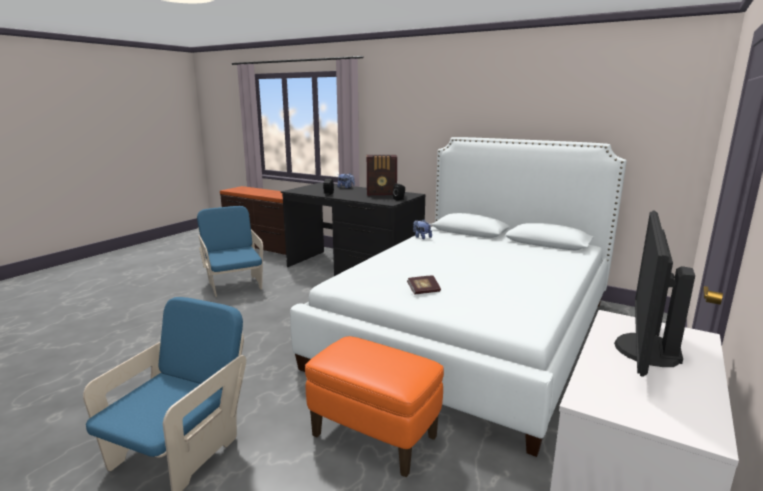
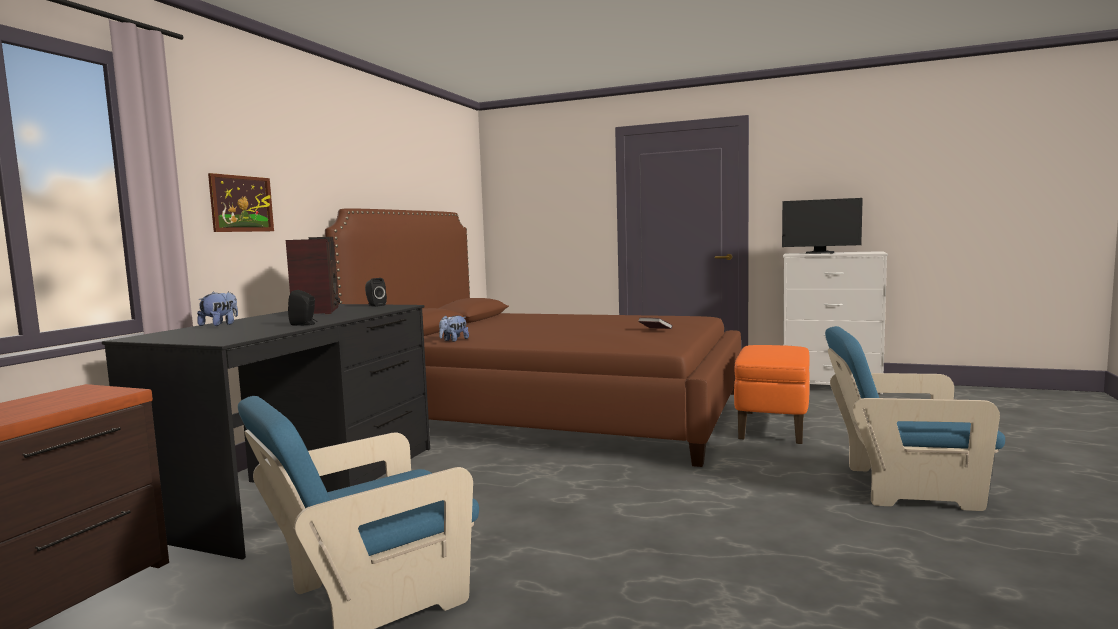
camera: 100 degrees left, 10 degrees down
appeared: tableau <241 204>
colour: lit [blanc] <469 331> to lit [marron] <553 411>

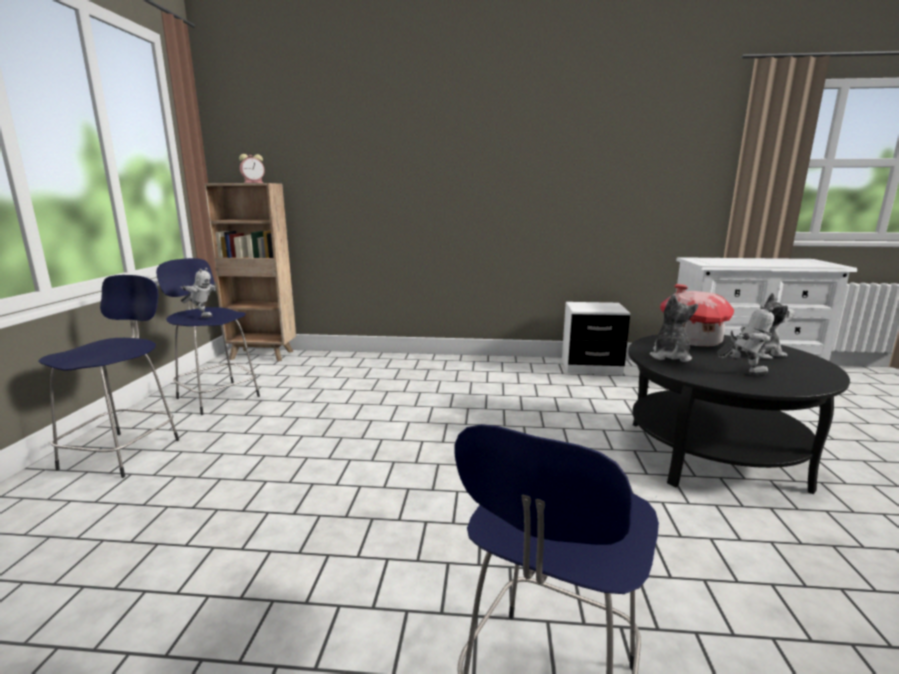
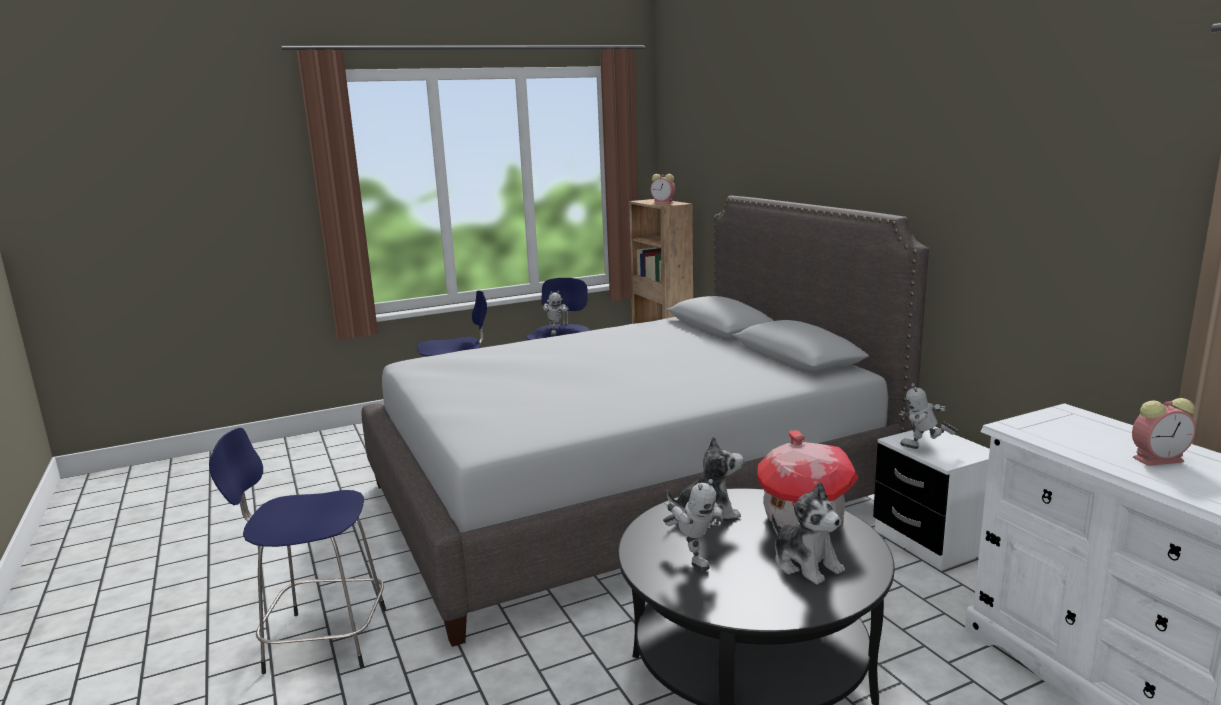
camera: 60 degrees right, 0 degrees up
appeared: lit [gris] <626 496>; robot jouet <923 449>; réveil <1159 459>

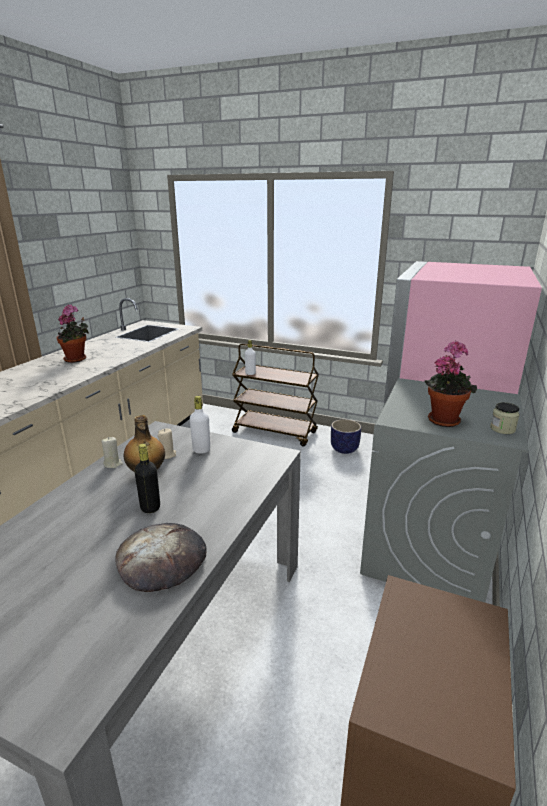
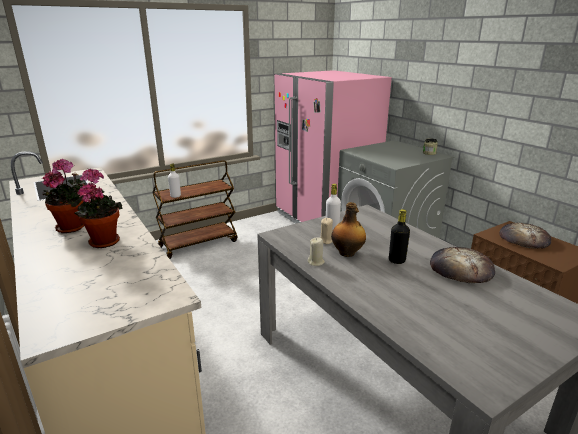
camera: 55 degrees left, 0 degrees up
missing: cache-pot <345 449>
appeared: pain <524 238>
relocated: plante en pot <443 419> to <104 241>

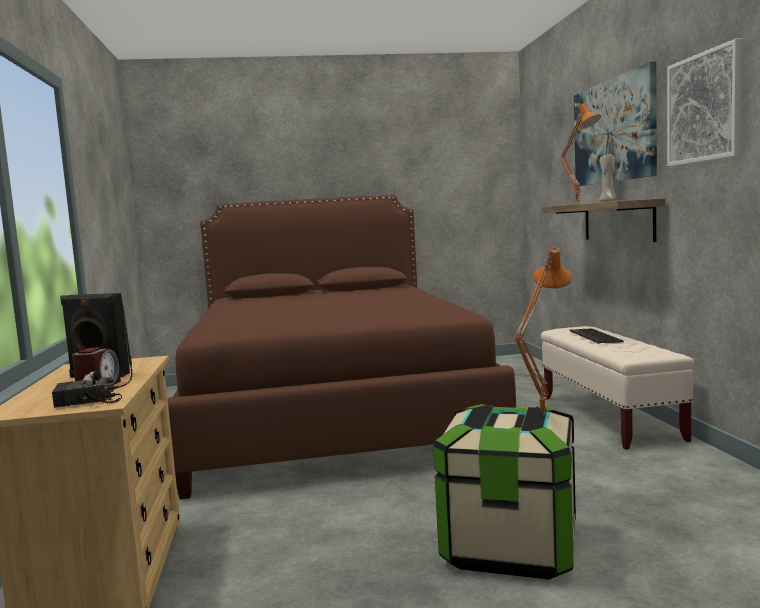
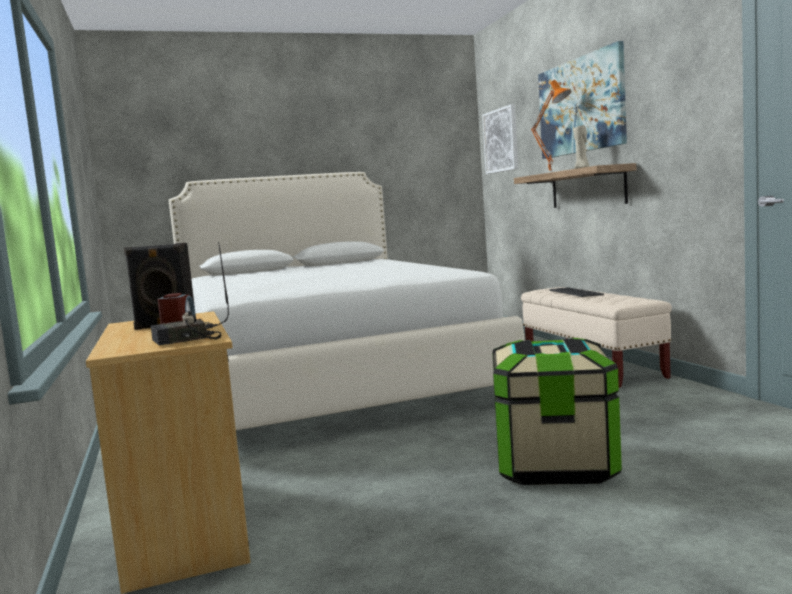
camera: 10 degrees left, 0 degrees up
missing: lampe de table [orange] <540 414>
relocated: tableau <705 107> to <501 140>
colour: lit [marron] <332 412> to lit [blanc] <327 381>

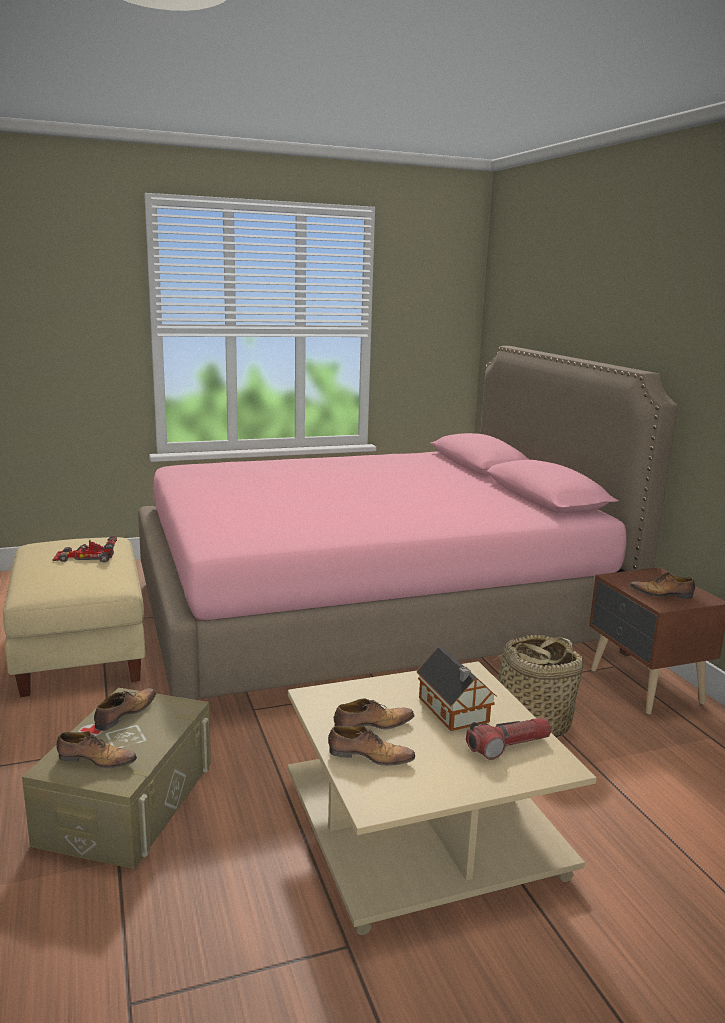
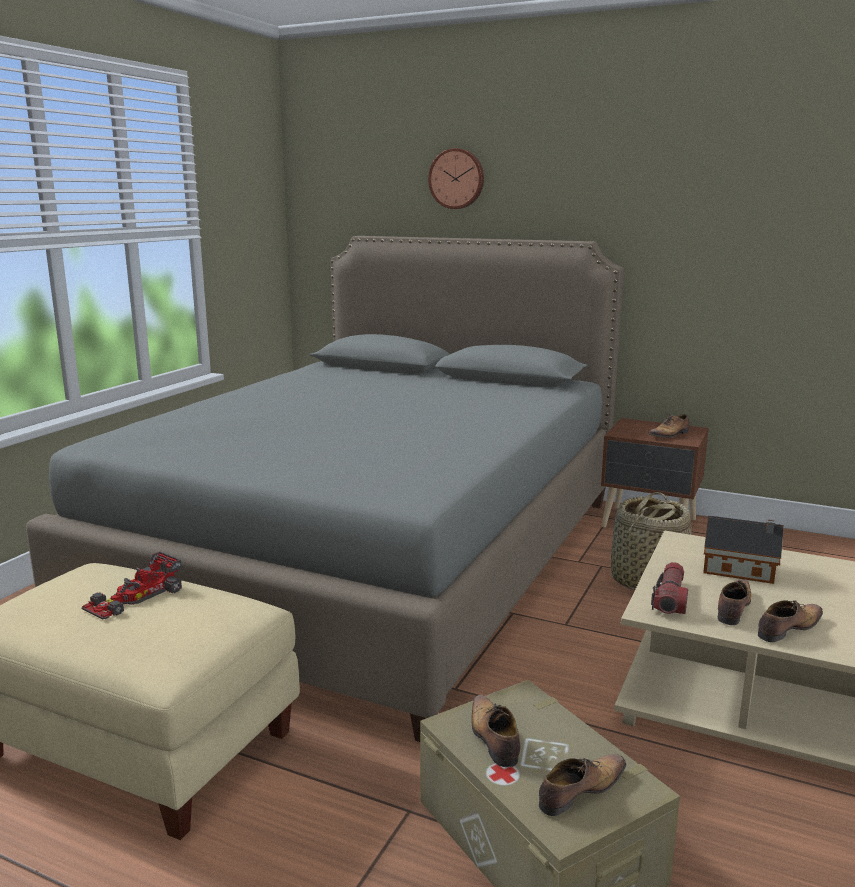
camera: 45 degrees left, 0 degrees up
appeared: horloge murale <457 179>
relocated: lampe de poche <508 746> to <670 598>
colour: lit [rose] <370 615> to lit [gris] <373 557>

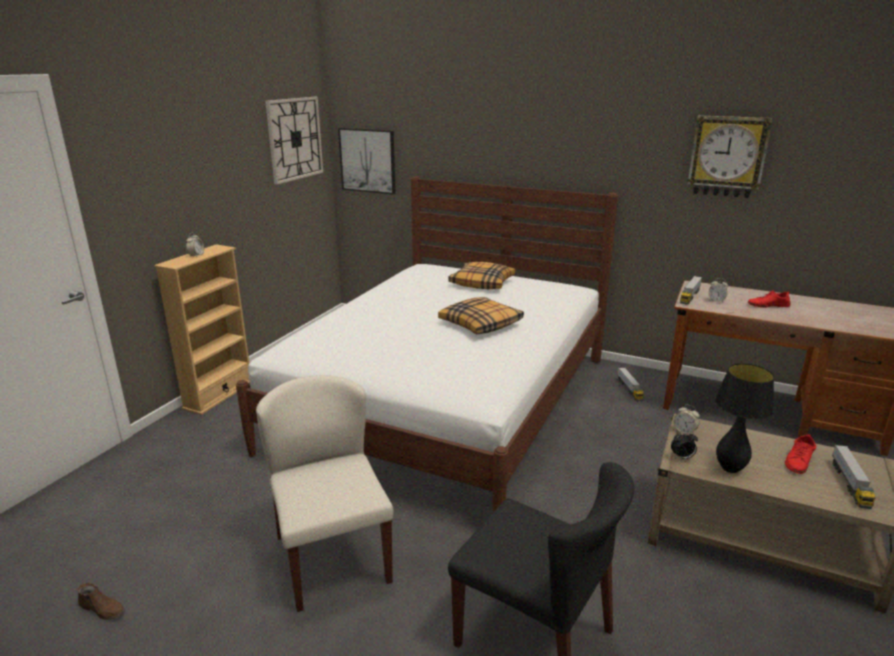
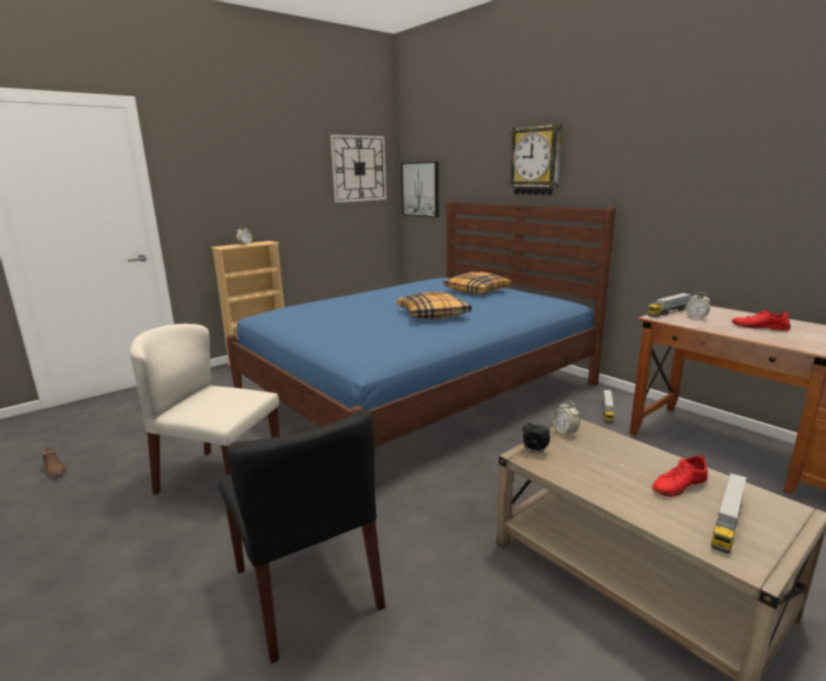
camera: 25 degrees right, 5 degrees down
missing: lampe de table [noir] <730 469>
relocated: horloge murale <727 156> to <536 161>
colour: lit [blanc] <447 402> to lit [bleu] <420 392>
spun: chaise [beige] <331 557> = <219 478> 75 degrees counterclockwise

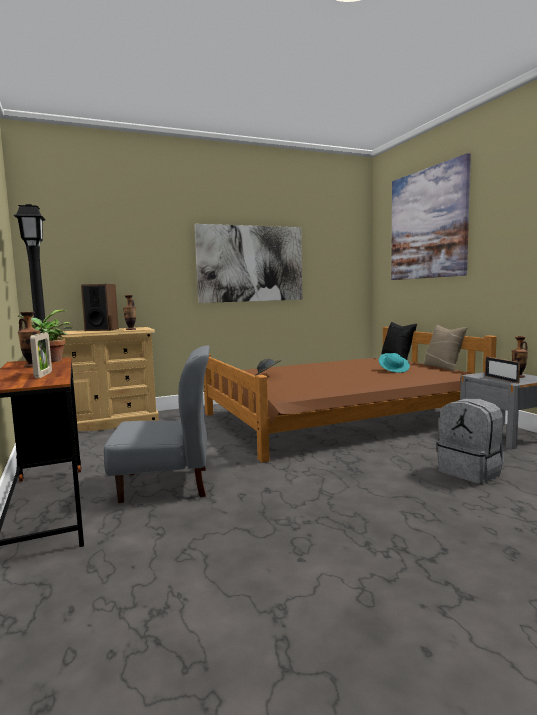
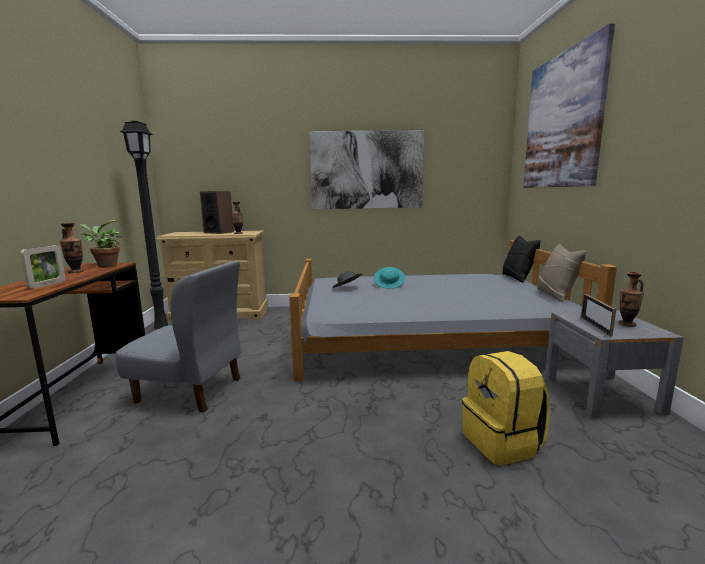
camera: 20 degrees right, 5 degrees up
relocated: chapeau [turquoise] <394 370> to <389 285>
colour: lit [marron] <339 418> to lit [gris] <425 338>; sac à dos [gris] <471 472> to sac à dos [jaune] <502 443>

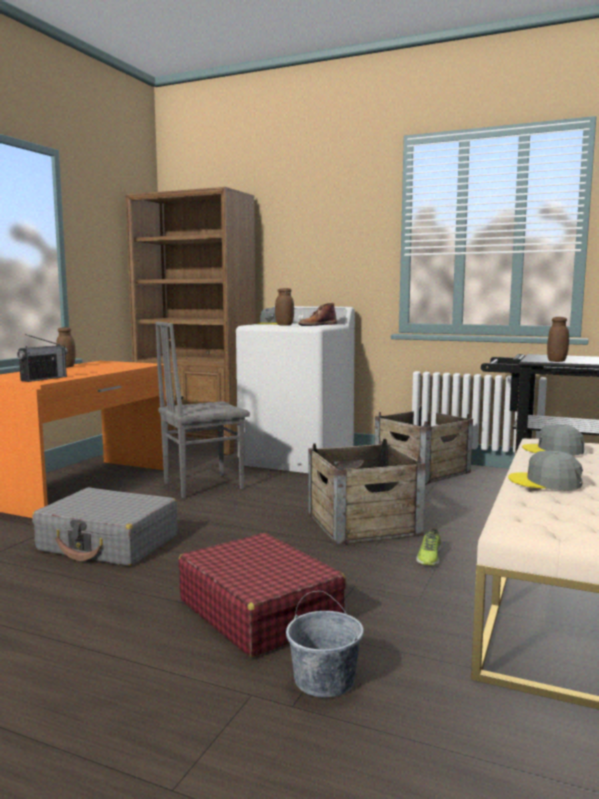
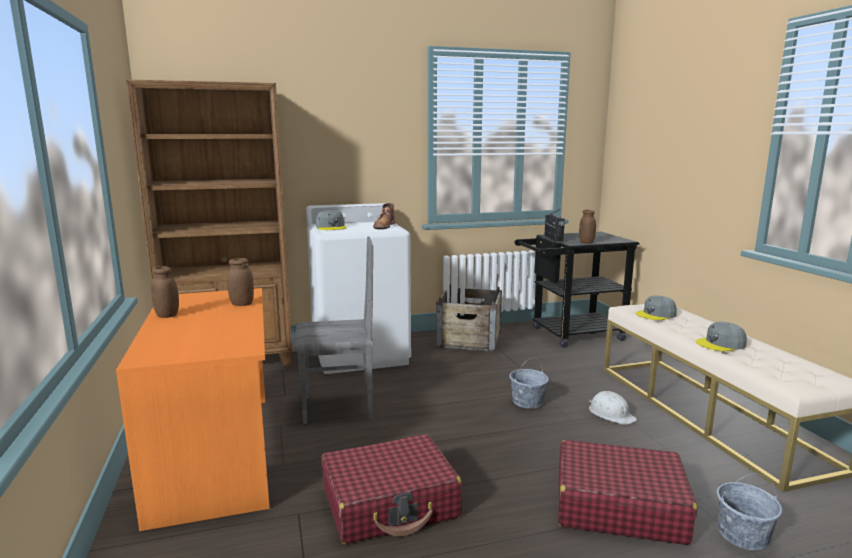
camera: 40 degrees left, 5 degrees up
relocated: bocal [marron] <284 325> to <242 304>; radio <44 379> to <553 238>
exchanged: caisse <363 524> to seau [gris] <528 402>; chaussure <429 557> to casque de chantier [blanc] <611 414>
colour: valise [gris] <109 543> to valise [rouge] <390 504>
spun: chaise [gris] <202 485> = <338 408> 120 degrees counterclockwise

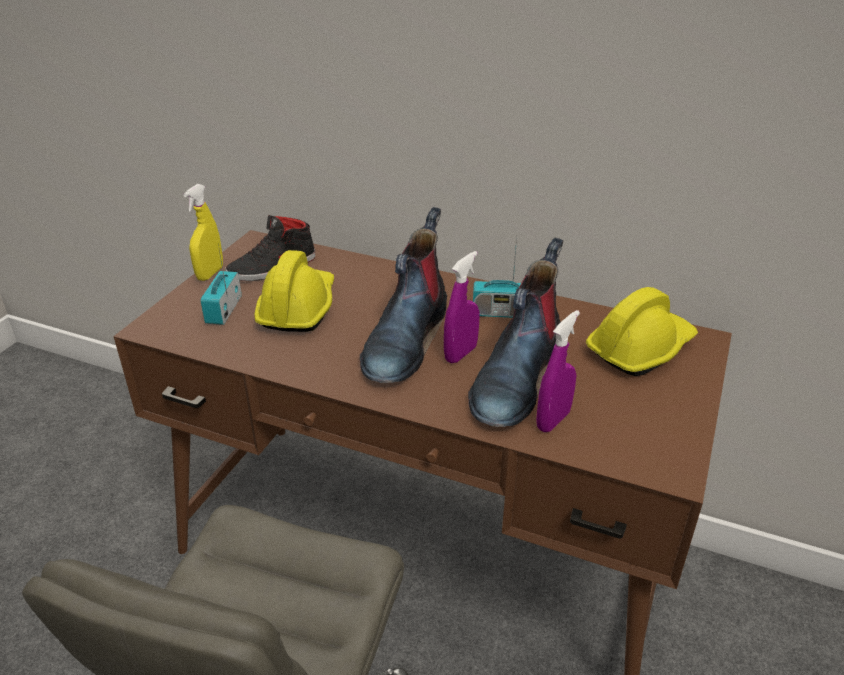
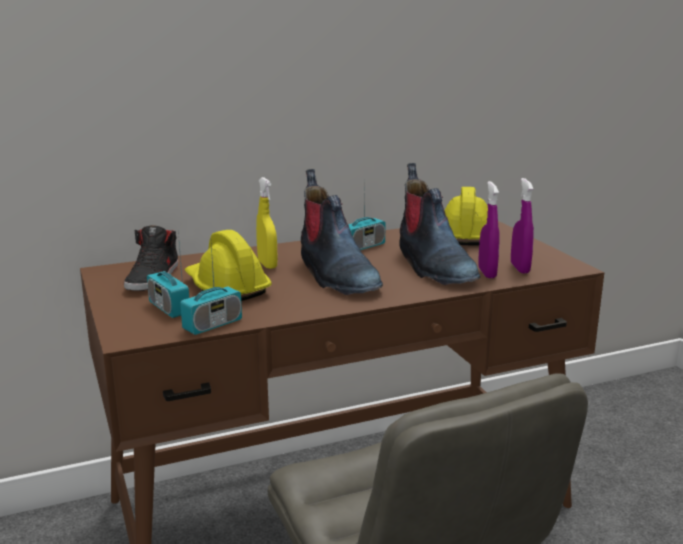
camera: 45 degrees left, 15 degrees down
appeared: radio <212 325>
relocated: vaporisateur [jaune] <210 274> to <267 265>; vaporisateur [violet] <460 354> to <520 268>

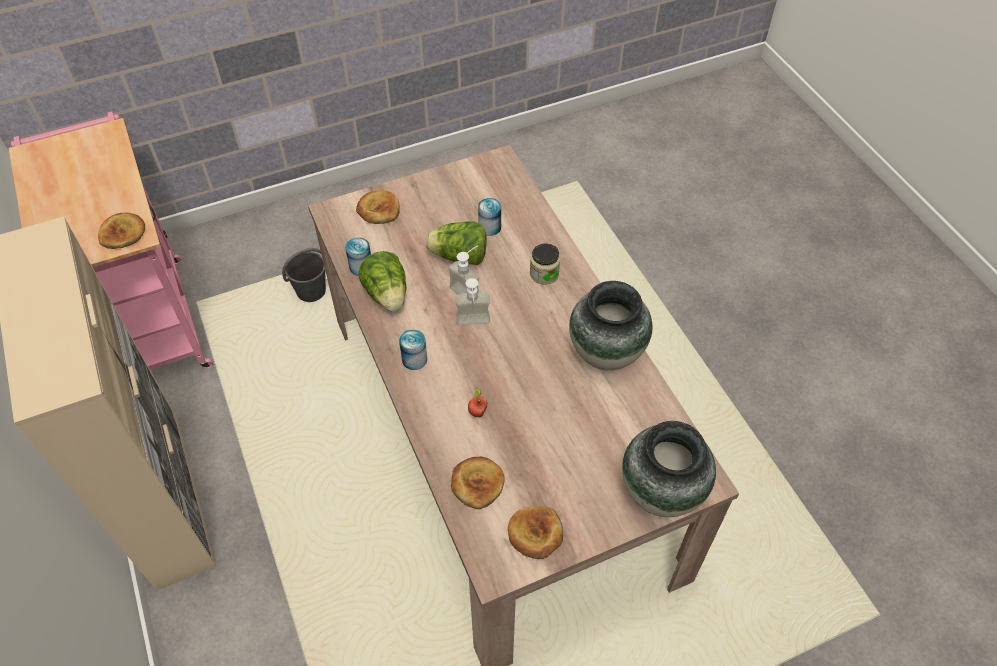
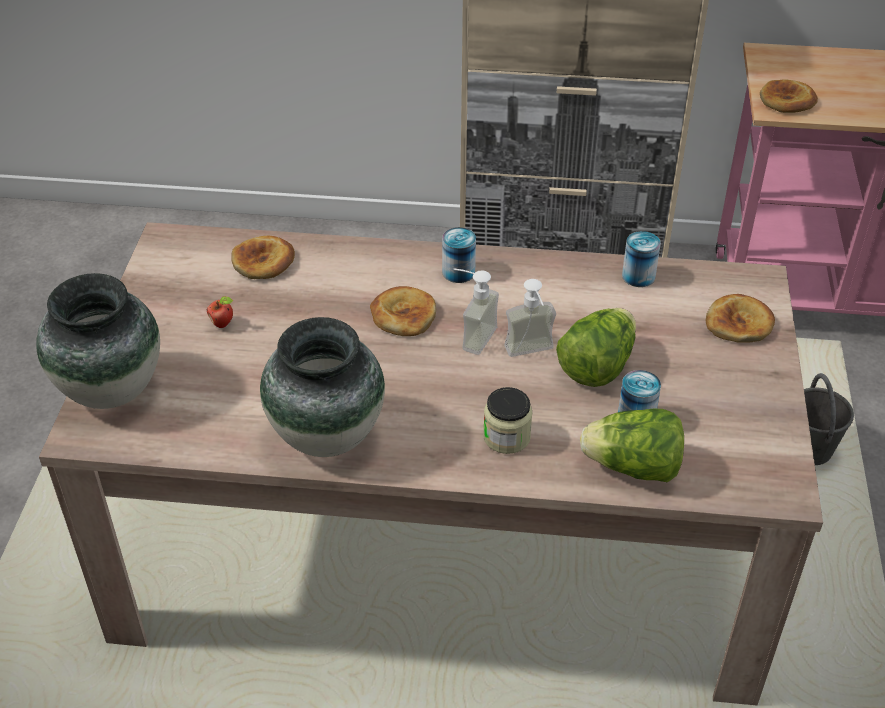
camera: 120 degrees right, 10 degrees down
relocated: pomme <477 412> to <223 324>; pain <535 533> to <403 315>; laitue <387 295> to <633 468>

